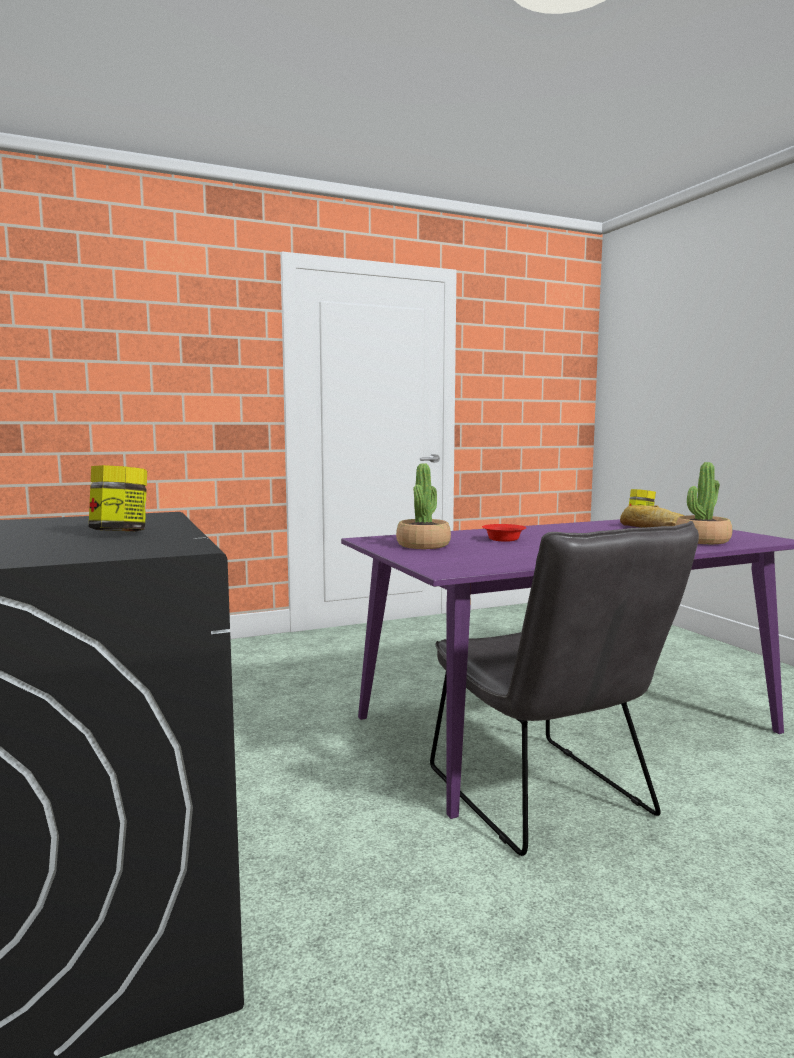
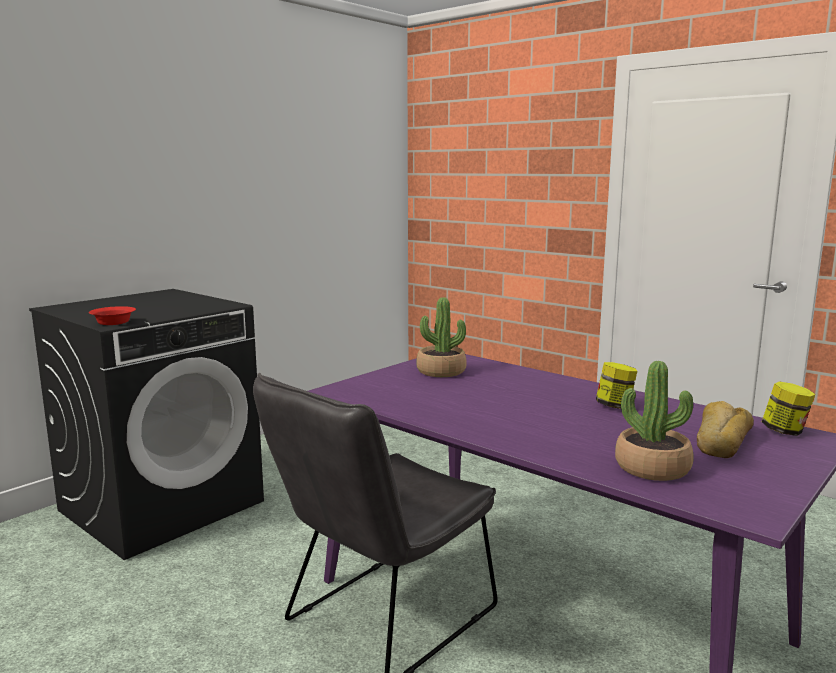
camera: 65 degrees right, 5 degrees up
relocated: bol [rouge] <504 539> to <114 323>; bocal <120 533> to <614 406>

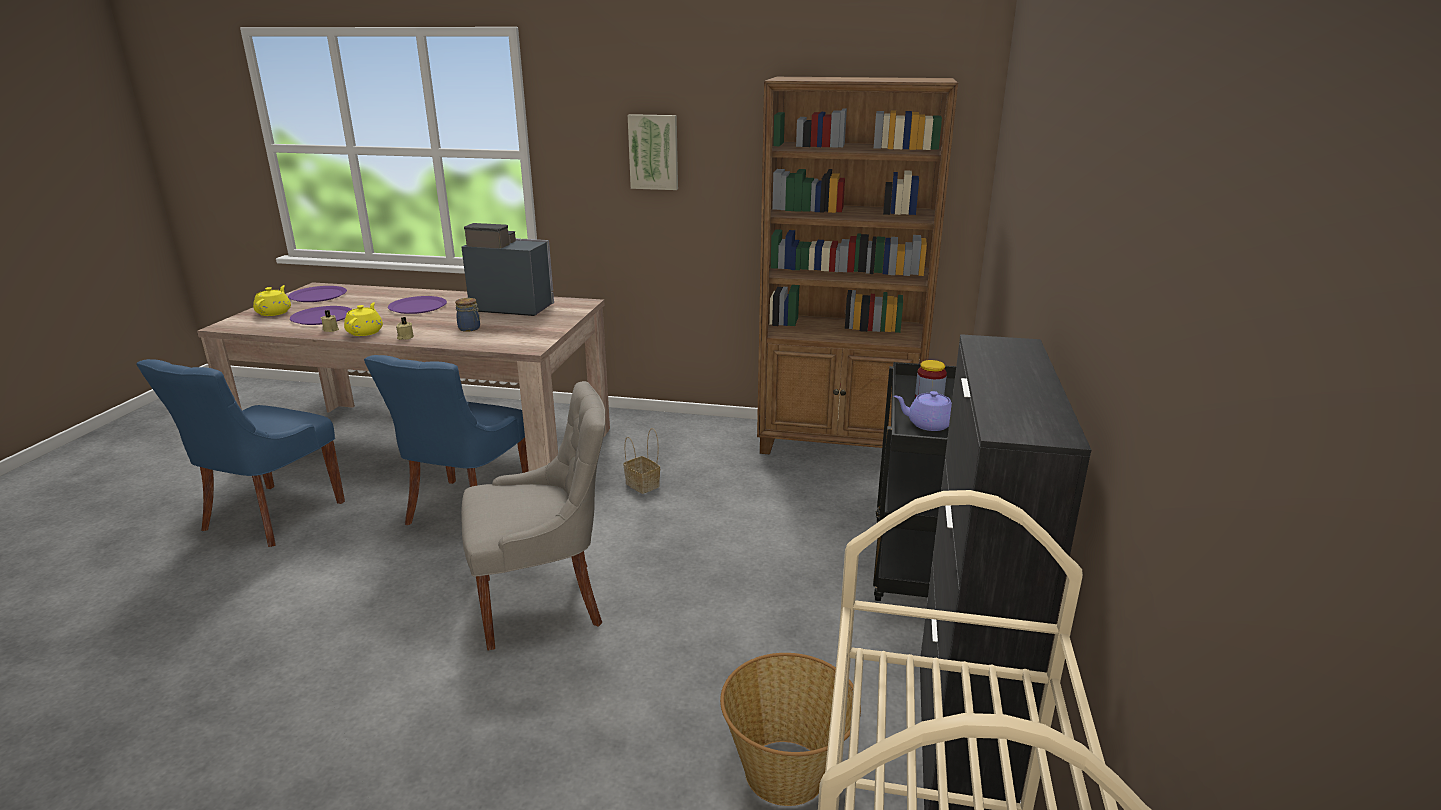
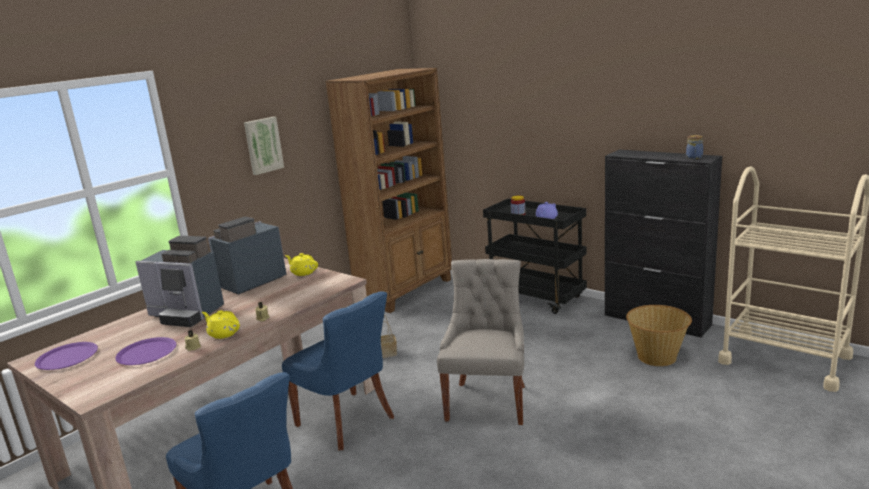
camera: 60 degrees left, 5 degrees down
relocated: théière [jaune] <274 312> to <303 272>; bocal <470 328> to <694 157>
exchanged: assiette [violet] <417 306> to machine à café <186 314>

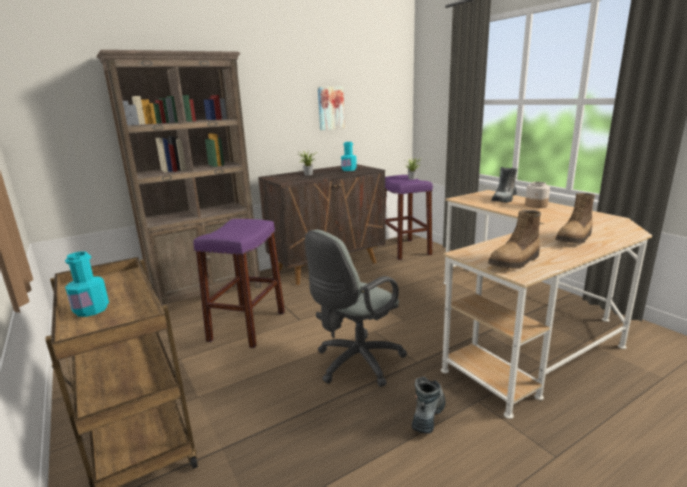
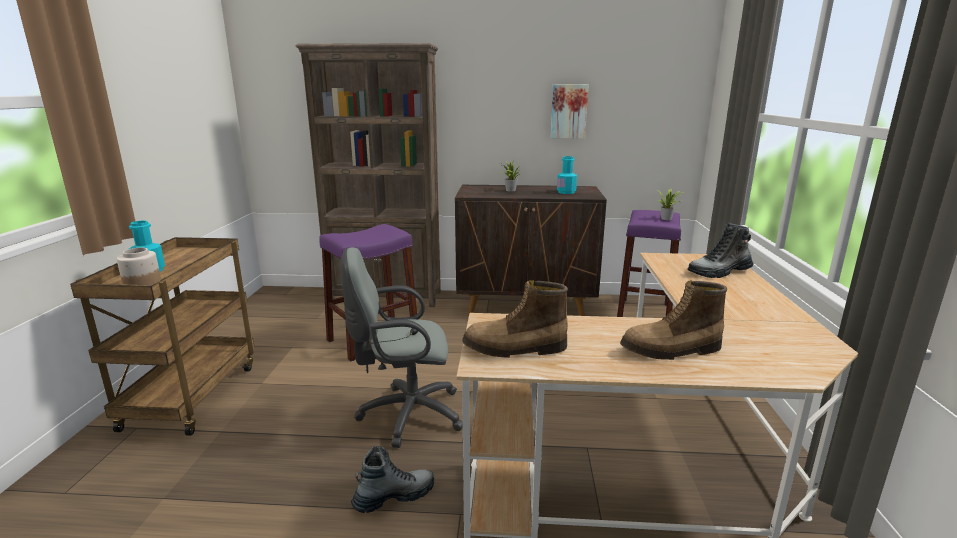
camera: 35 degrees right, 0 degrees up
relocated: bocal <536 205> to <142 285>

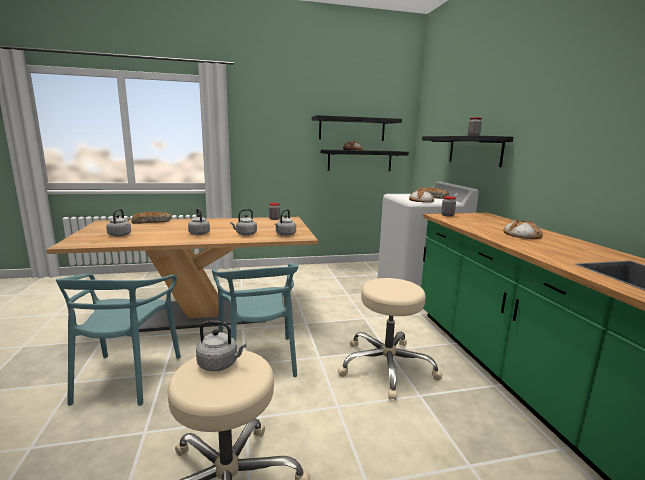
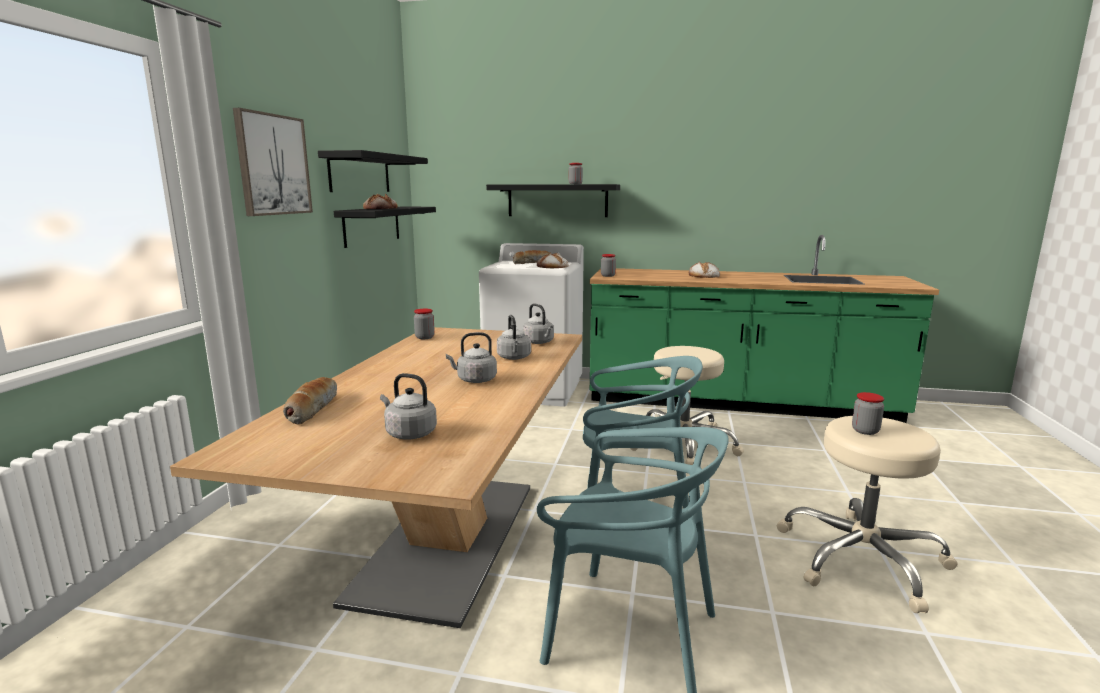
camera: 65 degrees left, 0 degrees up
appeared: tableau <273 165>
exchanged: bouilloire [gris] <220 364> to bocal <865 431>

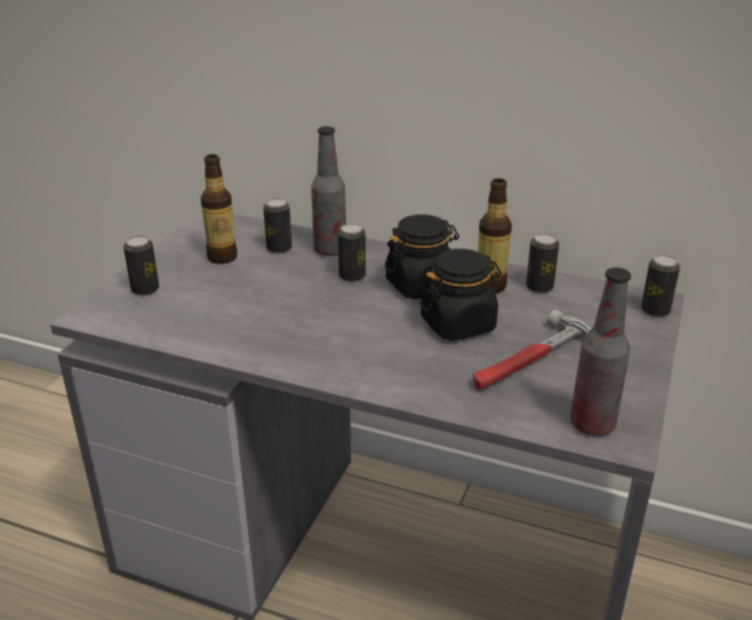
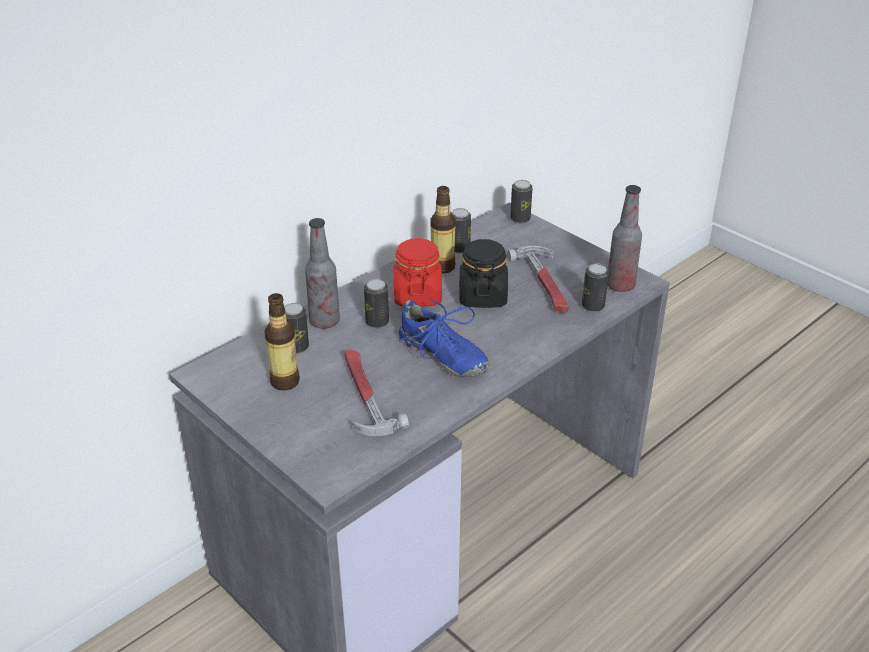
camera: 65 degrees left, 5 degrees up
appeared: marteau <364 396>; chaussure [bleu] <442 356>
relocated: boîte métallique <145 289> to <593 306>
colour: bocal [noir] <421 285> to bocal [rouge] <417 295>

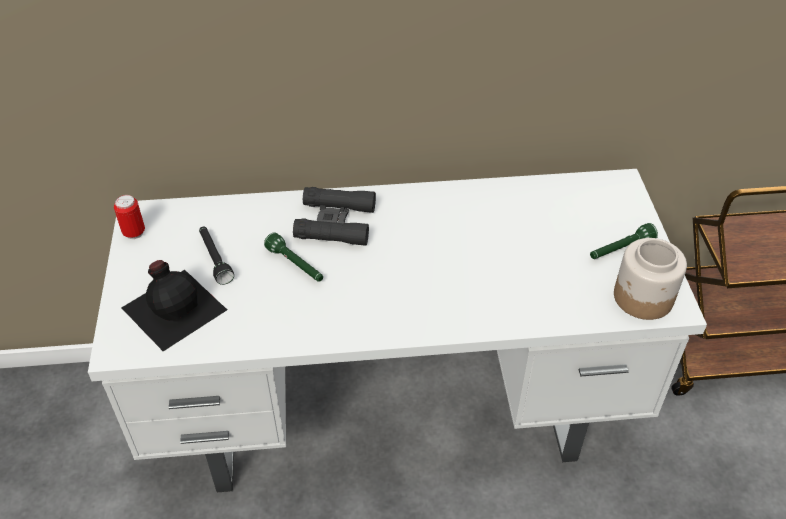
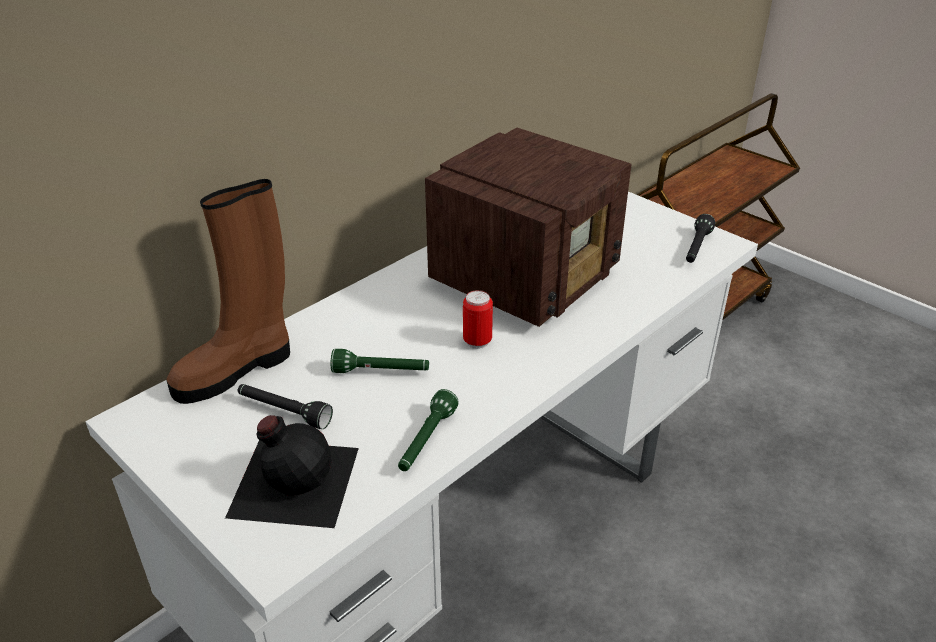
camera: 40 degrees left, 10 degrees down
missing: jumelles [noir] <335 222>
appeared: botte [marron] <236 370>; radio <527 277>
relocated: lampe de poche [vert] <620 249> to <426 441>; boîte métallique <134 233> to <477 342>
exchanged: bocal <643 298> to lampe de poche [noir] <696 248>

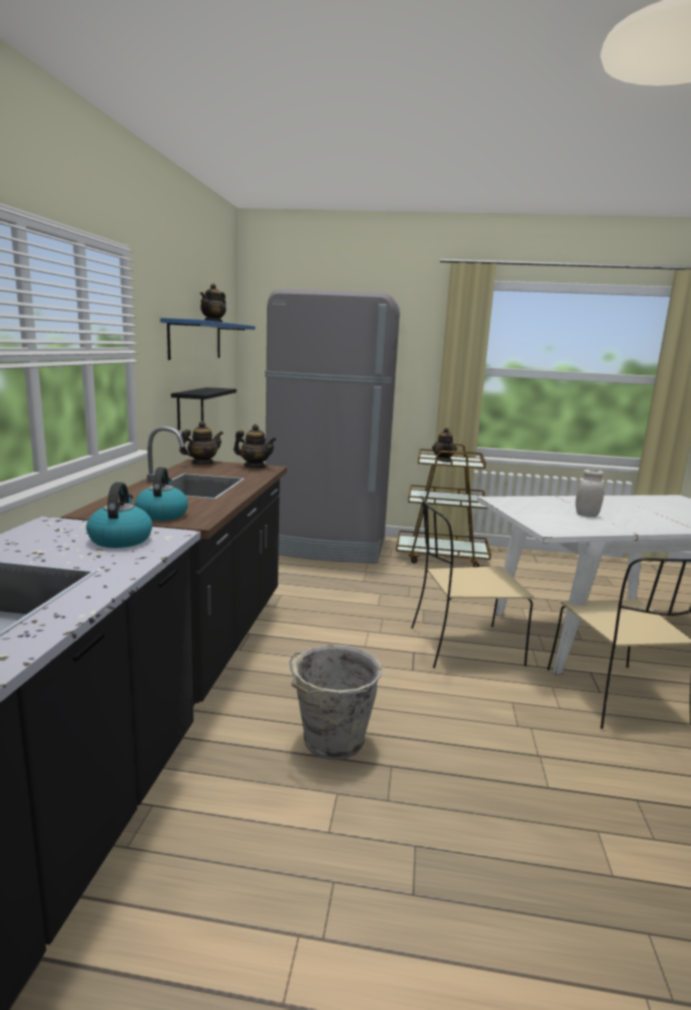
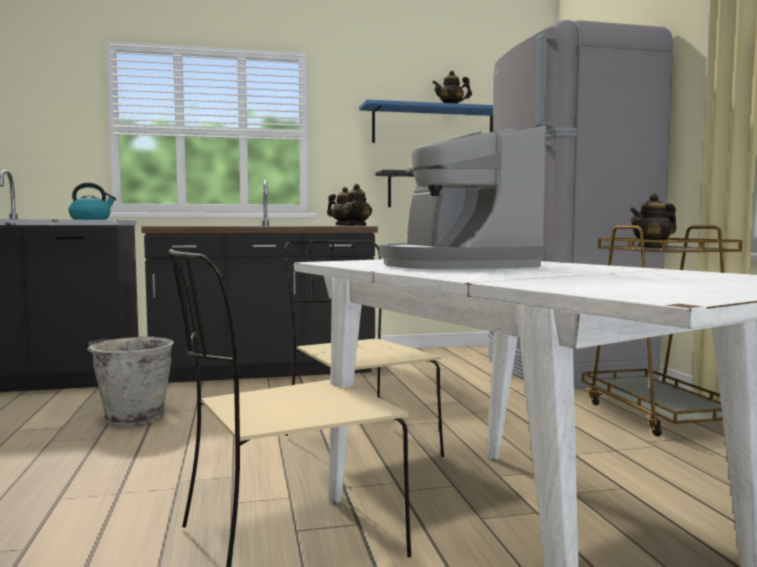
camera: 70 degrees right, 10 degrees down
missing: bouilloire <162 514>
exchanged: bocal [blanc] <586 515> to machine à café <454 265>

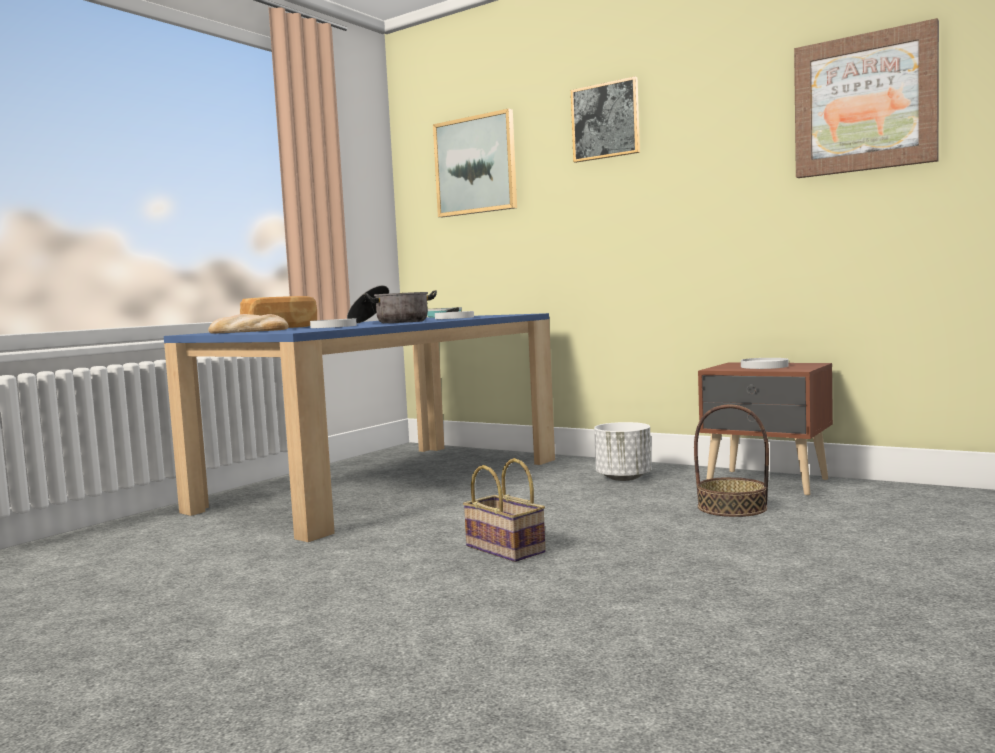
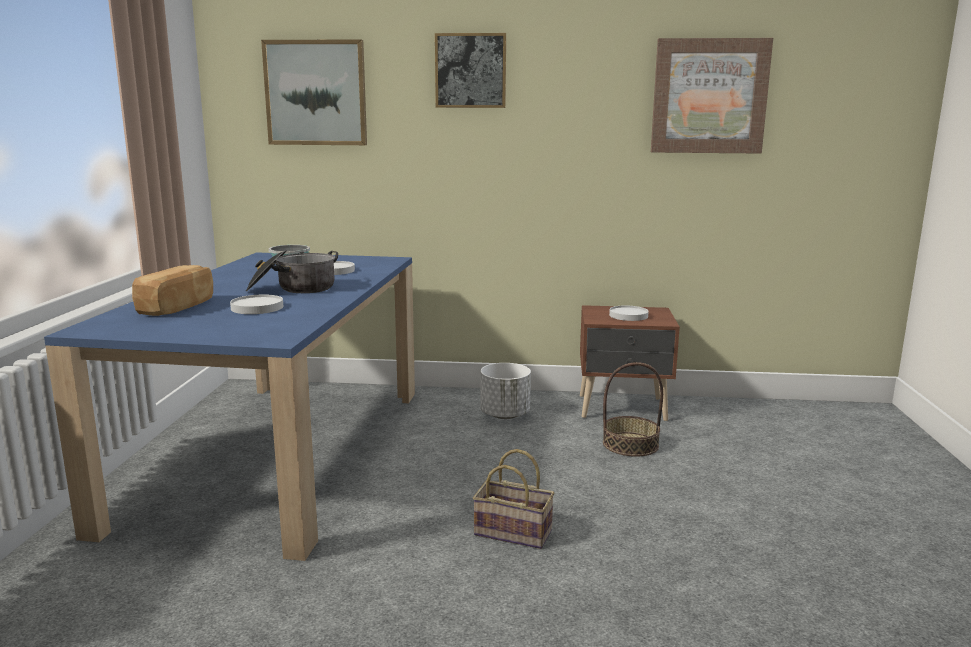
camera: 30 degrees left, 10 degrees up
missing: pain <248 331>

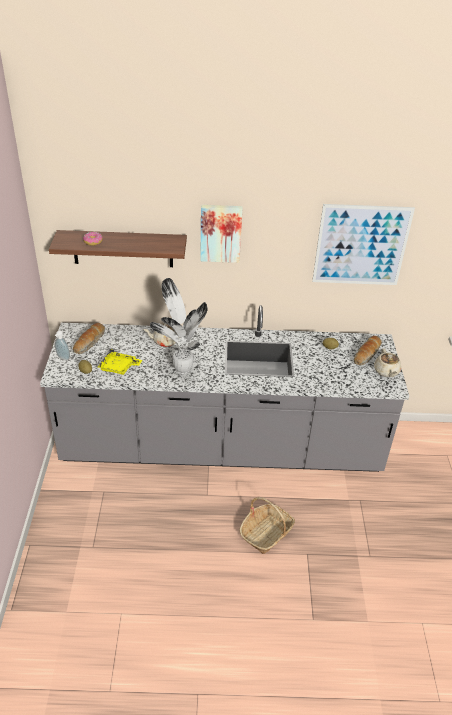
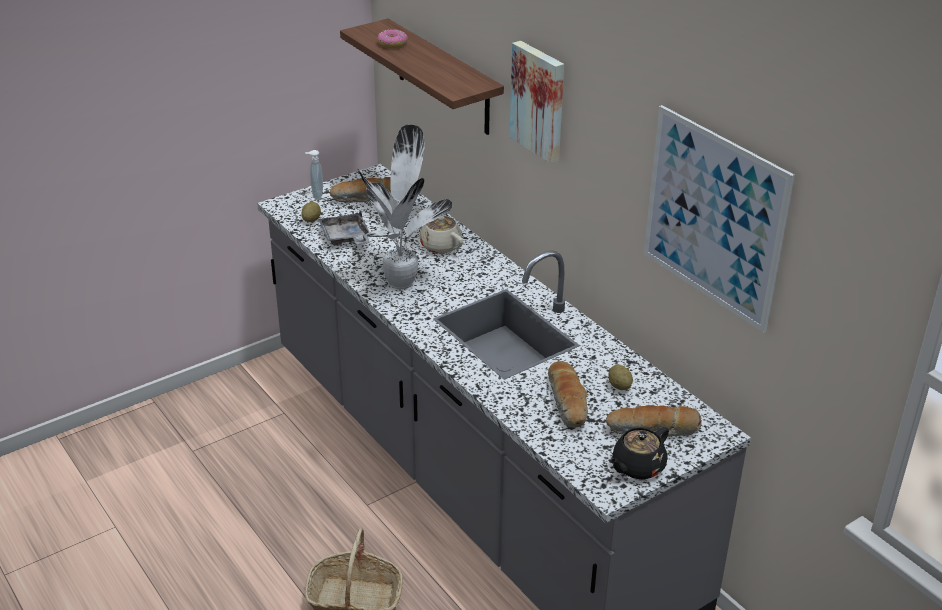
camera: 55 degrees right, 5 degrees down
appeared: pain <568 402>
colour: plateau [jaune] <119 367> to plateau [gris] <346 238>; théière [beige] <386 371> to théière [noir] <637 467>

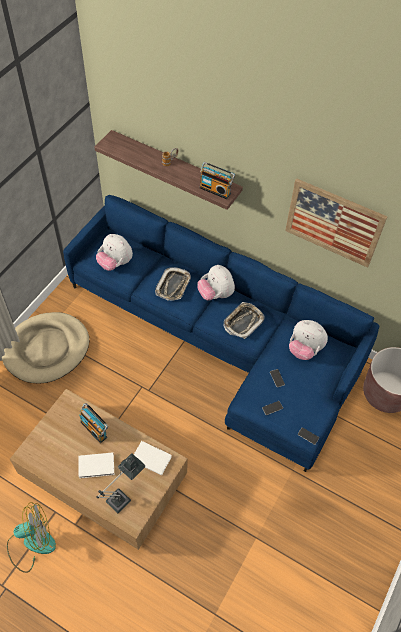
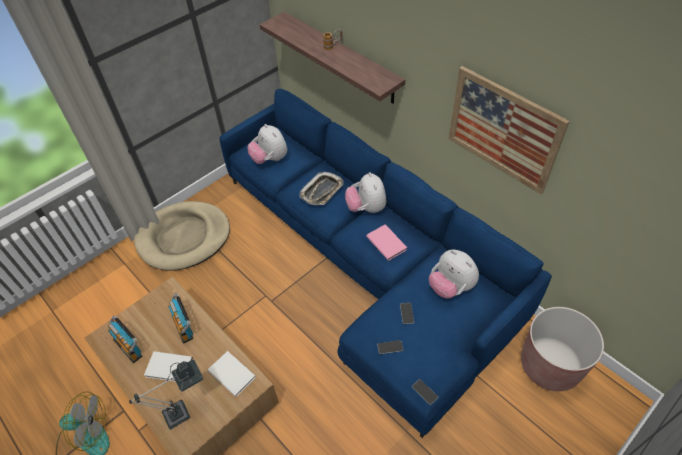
camera: 20 degrees right, 5 degrees down
relocated: radio <215 190> to <129 346>
exchanged: plateau <243 322> to livre [rose] <386 242>

